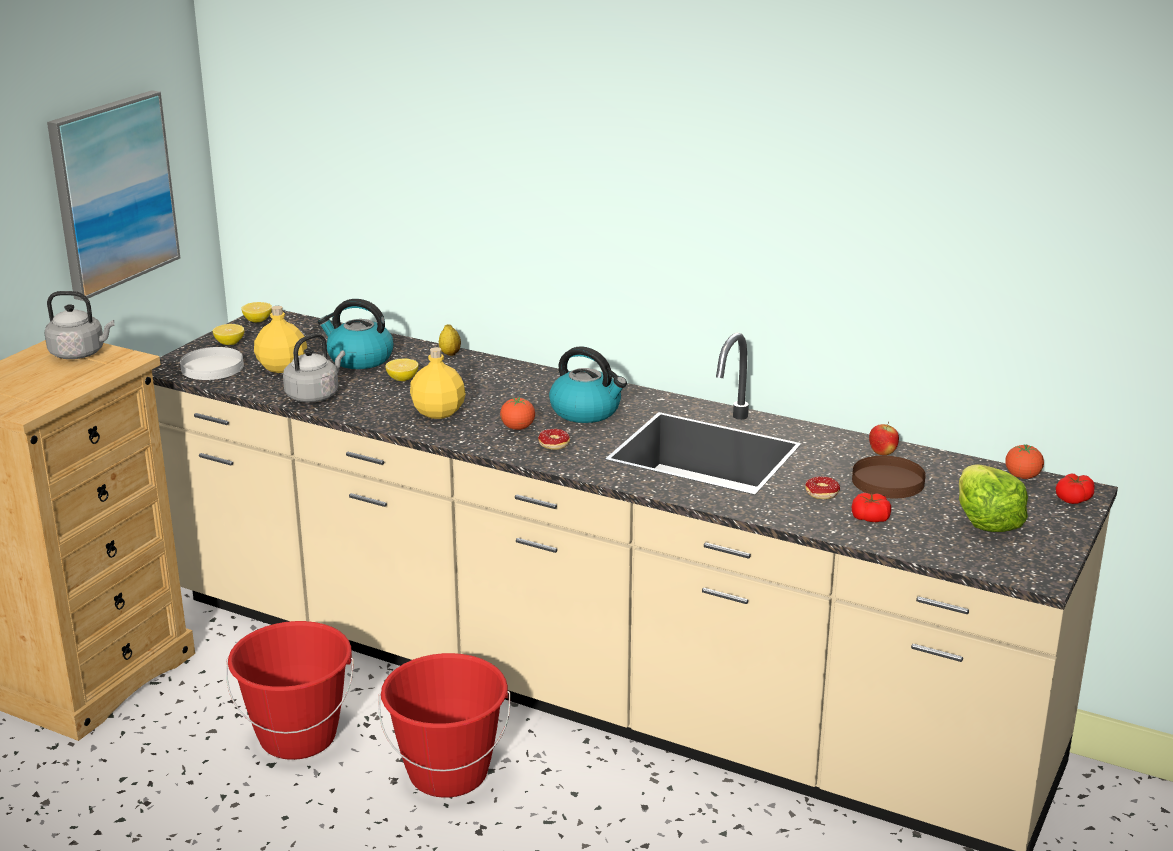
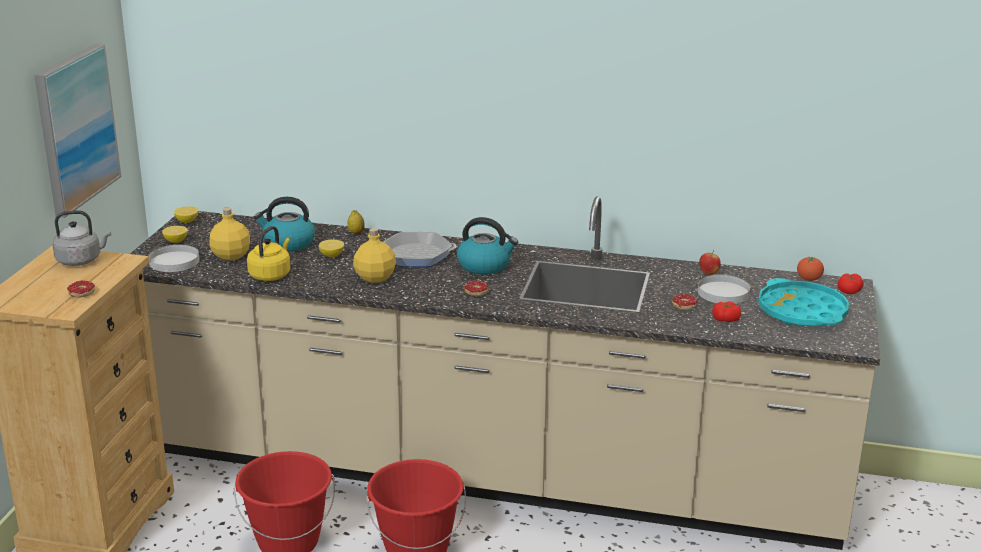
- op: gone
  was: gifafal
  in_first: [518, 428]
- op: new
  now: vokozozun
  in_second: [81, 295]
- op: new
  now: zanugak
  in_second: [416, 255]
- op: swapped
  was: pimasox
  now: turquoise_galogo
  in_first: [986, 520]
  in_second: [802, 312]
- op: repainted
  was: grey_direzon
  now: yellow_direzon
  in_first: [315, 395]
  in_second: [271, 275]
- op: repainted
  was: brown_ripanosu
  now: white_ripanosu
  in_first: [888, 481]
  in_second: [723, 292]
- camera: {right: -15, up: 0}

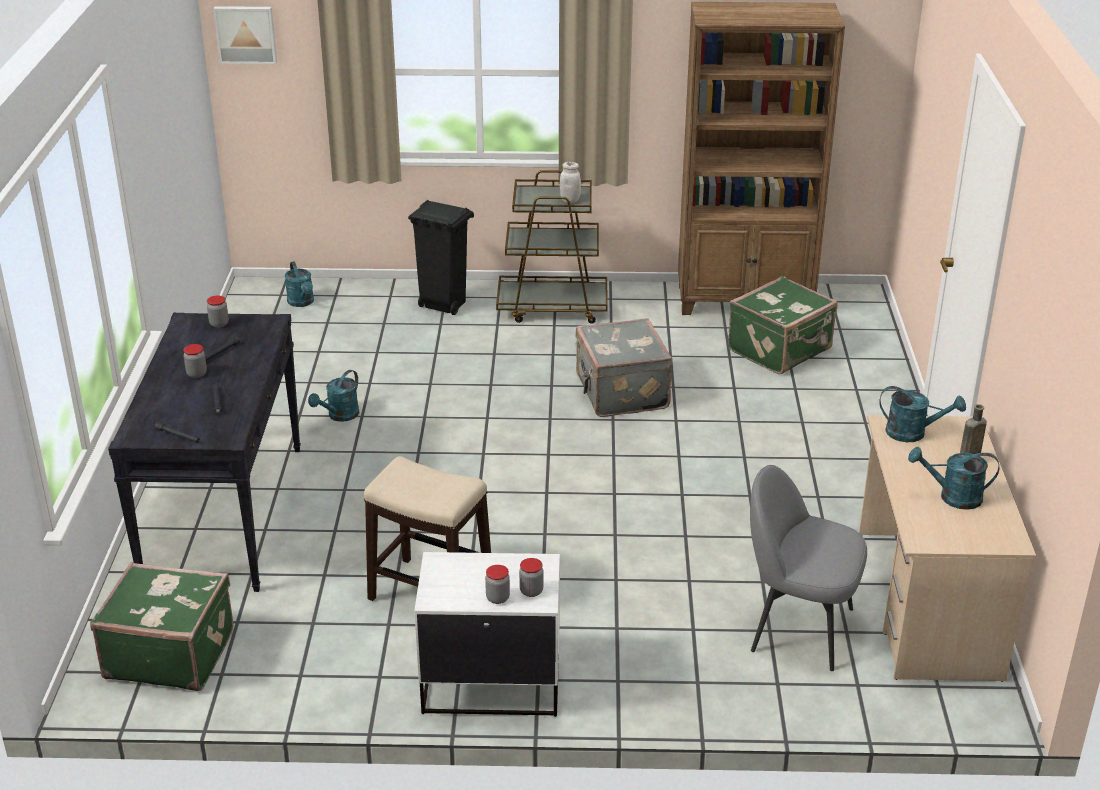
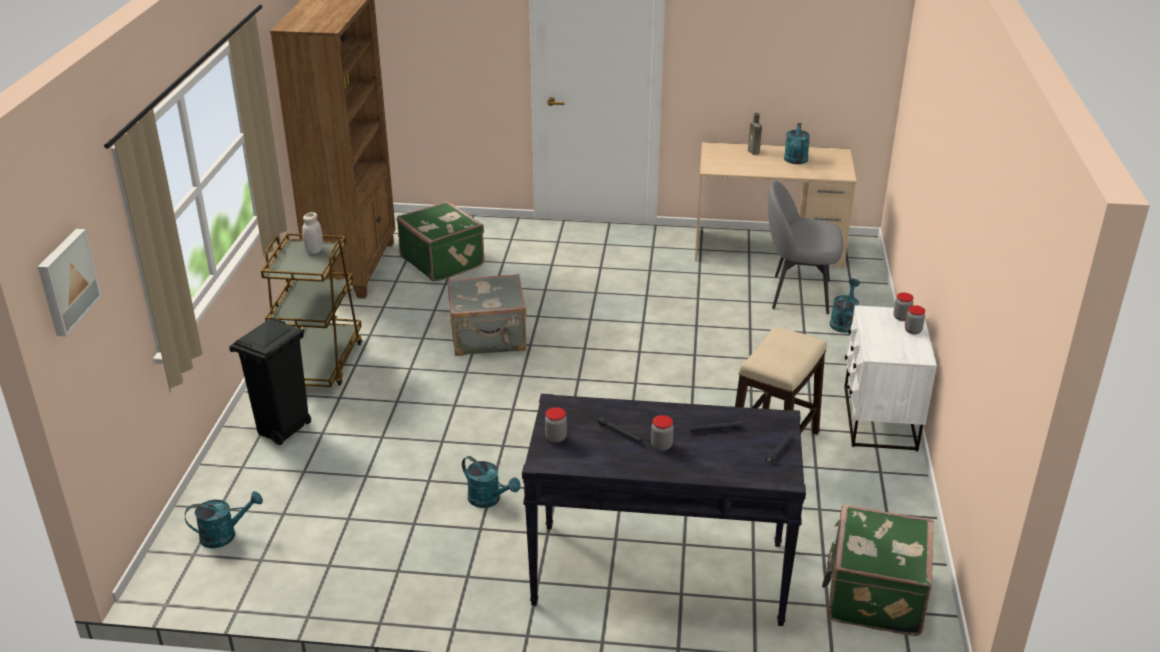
- op: shifted
  was: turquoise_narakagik
  in_first: [913, 433]
  in_second: [843, 322]
- op: rotated
  was: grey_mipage
  in_first: [798, 628]
  in_second: [798, 294]
  clockwise: 75
- camera: {right: -85, up: 0}

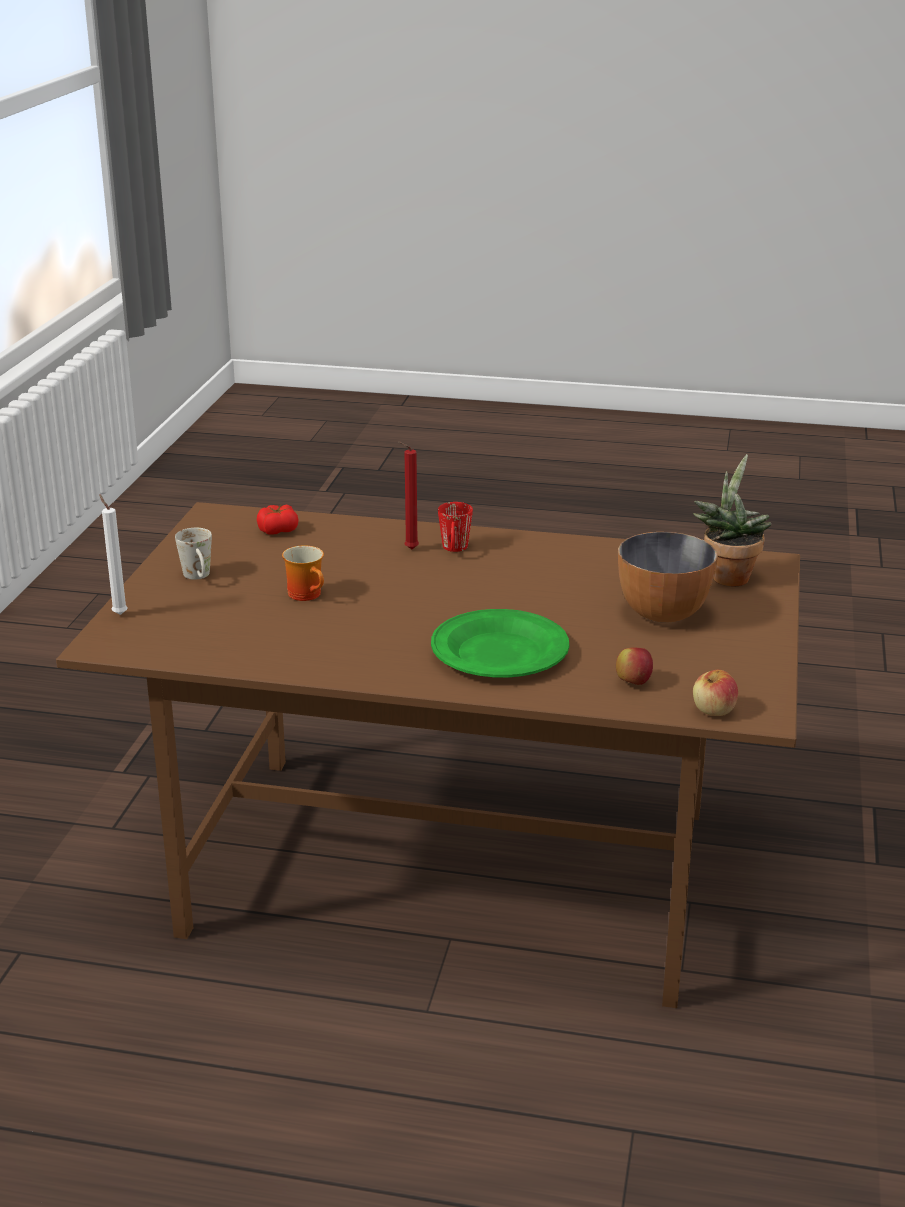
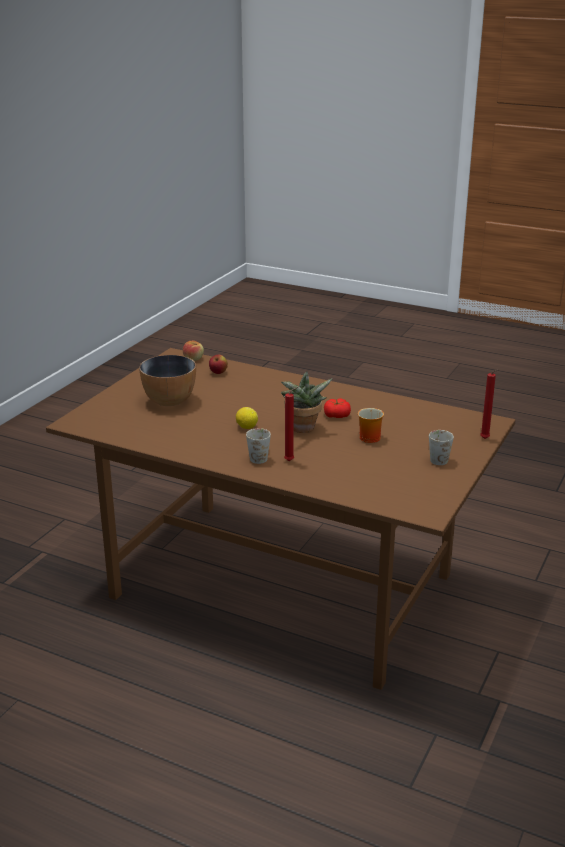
- op: gone
  was: green_ripanosu
  in_first: [499, 651]
- op: new
  now: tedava
  in_second: [246, 427]
- op: shifted
  was: gifafal
  in_first: [278, 530]
  in_second: [337, 415]
- op: shifted
  was: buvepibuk
  in_first: [728, 576]
  in_second: [302, 430]
- op: repainted
  was: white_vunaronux
  now: red_vunaronux
  in_first: [118, 614]
  in_second: [485, 439]
- op: repainted
  was: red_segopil
  now: white_segopil
  in_first: [455, 550]
  in_second: [260, 456]
- camera: {right: -165, up: 0}

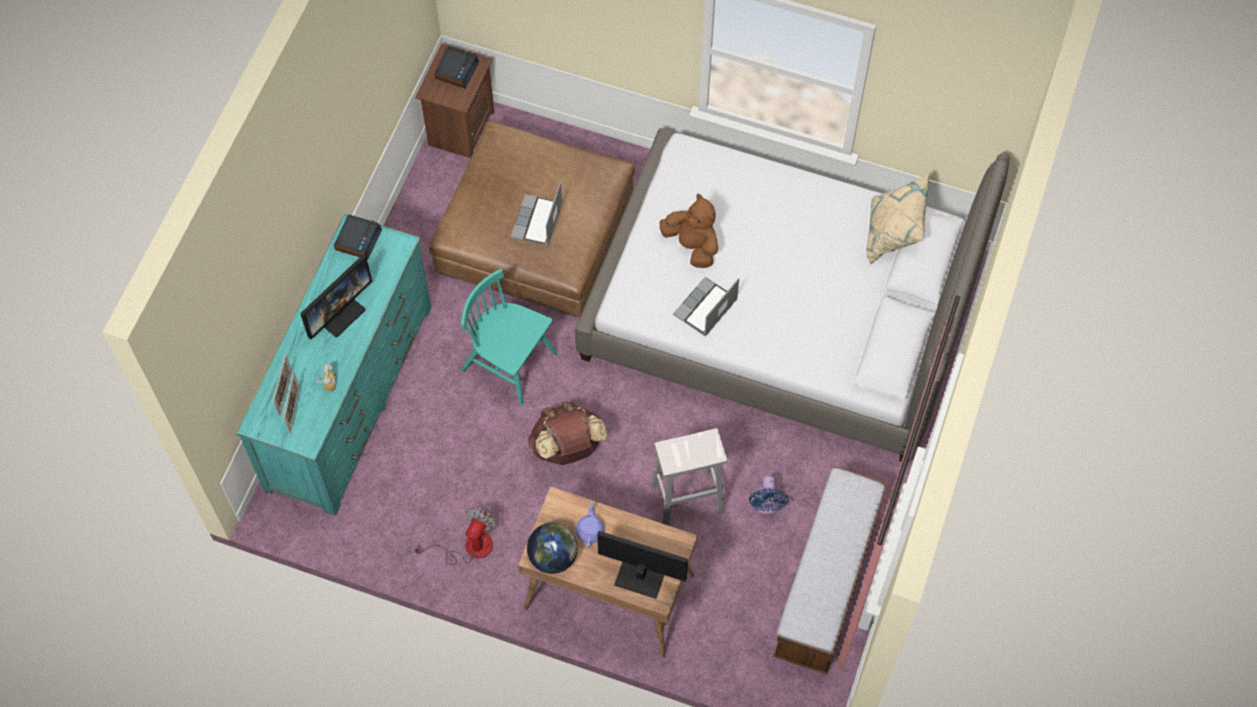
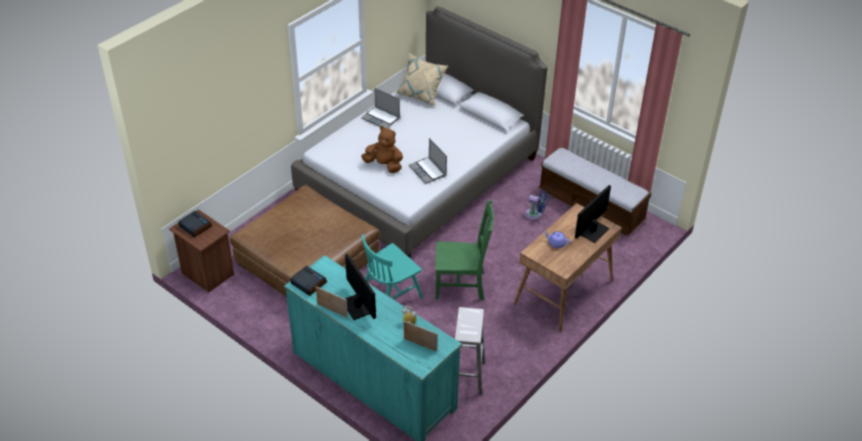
- op: gone
  was: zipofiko
  in_first: [468, 547]
- op: gone
  was: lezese
  in_first: [553, 557]
- op: shifted
  was: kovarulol
  in_first: [285, 393]
  in_second: [332, 310]
- op: shifted
  was: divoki
  in_first: [537, 222]
  in_second: [381, 118]
- op: shifted
  was: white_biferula
  in_first: [688, 497]
  in_second: [466, 375]
- op: swapped
  was: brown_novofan
  now: green_mipage
  in_first: [567, 447]
  in_second: [462, 285]
- op: rotated
  was: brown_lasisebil
  in_first: [692, 245]
  in_second: [384, 165]
  clockwise: 45
- camera: {right: -70, up: -20}

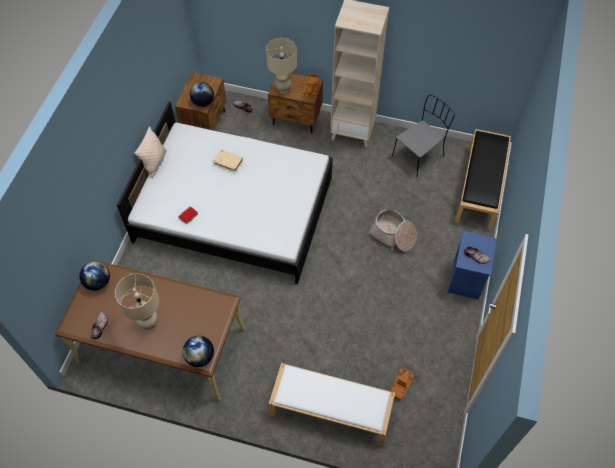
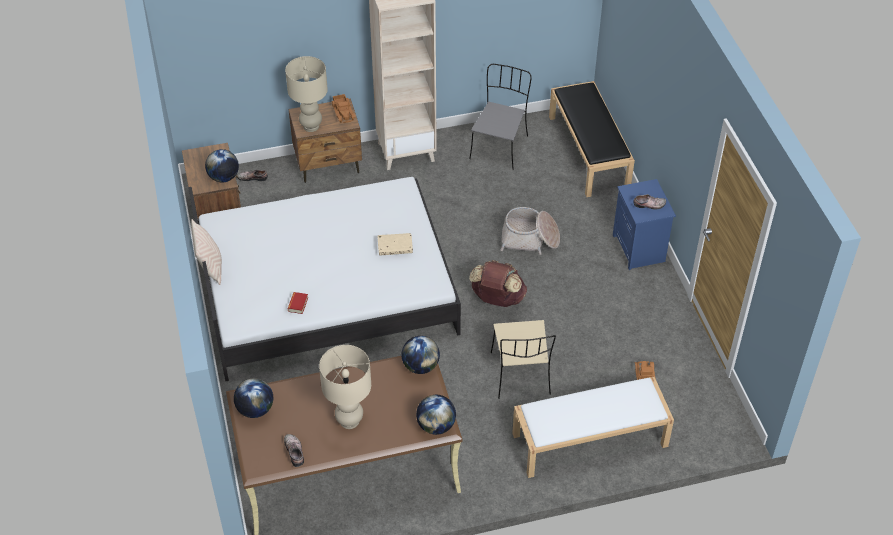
- op: new
  now: lezese
  in_second: [420, 366]
- op: new
  now: brown_novofan
  in_second: [497, 299]
- op: new
  now: beige_mipage
  in_second: [521, 375]
- op: shifted
  was: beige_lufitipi
  in_first: [228, 162]
  in_second: [395, 247]
- camera: {right: -30, up: -10}

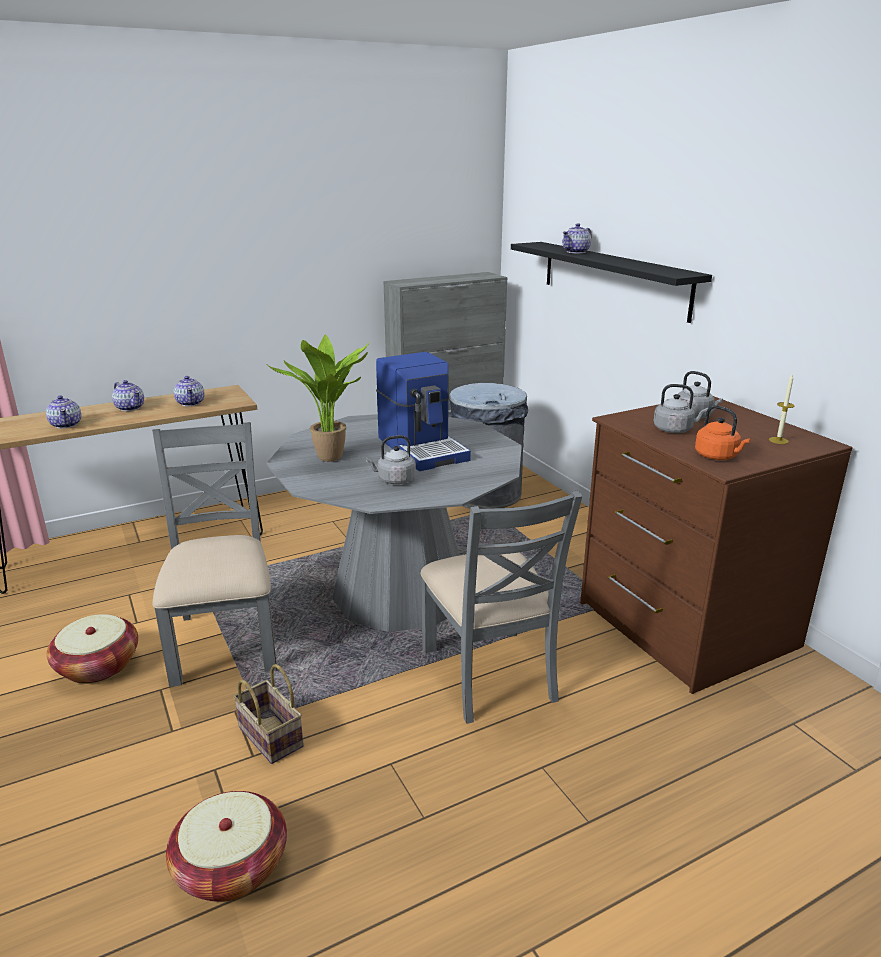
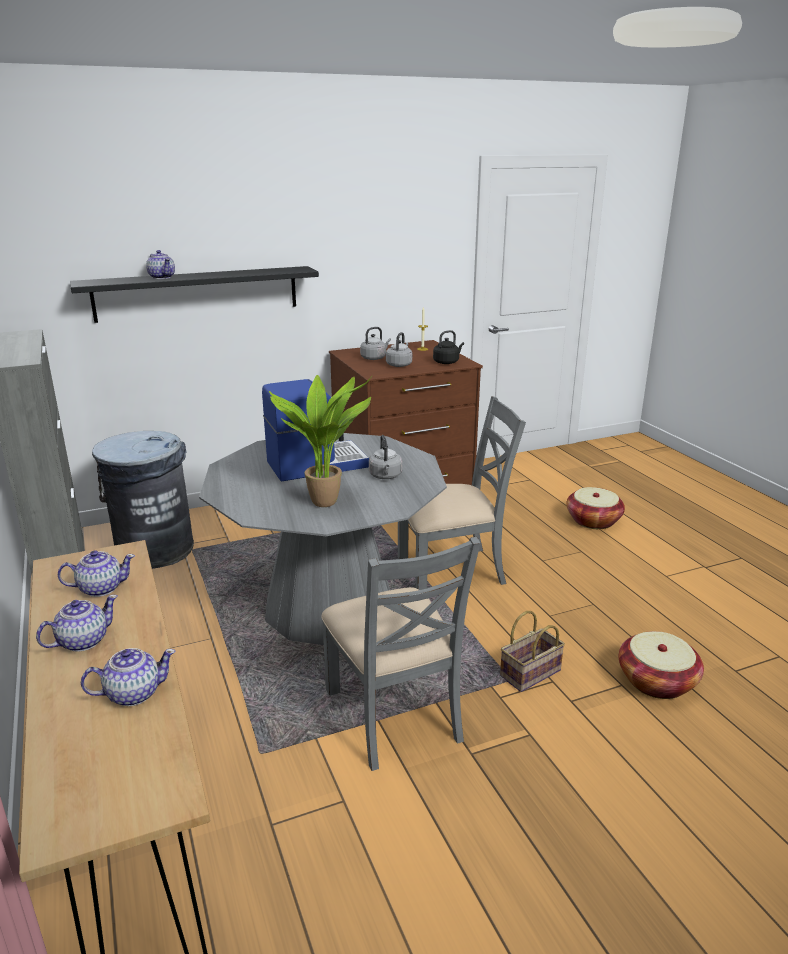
- op: shifted
  was: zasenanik
  in_first: [98, 666]
  in_second: [593, 521]
- op: repainted
  was: orange_direzon
  now: black_direzon
  in_first: [718, 456]
  in_second: [447, 362]
- op: rotated
  was: grey_mipage
  in_first: [226, 641]
  in_second: [394, 715]
  clockwise: -105
- camera: {right: -85, up: 0}

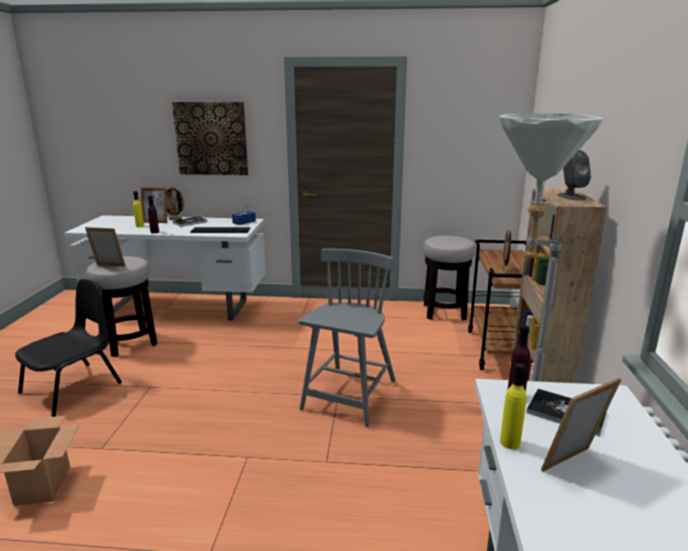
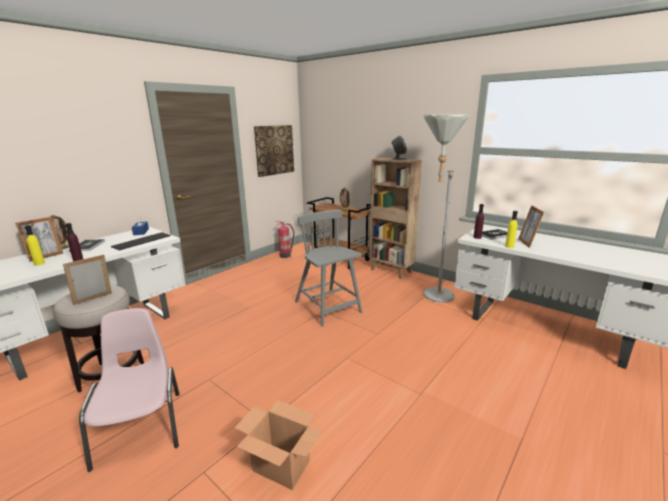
- op: shifted
  was: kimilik
  in_first: [211, 138]
  in_second: [274, 150]
- op: swapped
  was: biferula
  now: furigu
  in_first: [444, 312]
  in_second: [285, 255]
- op: repainted
  was: black_mipage
  now: pink_mipage
  in_first: [73, 388]
  in_second: [141, 426]
- camera: {right: -55, up: 0}

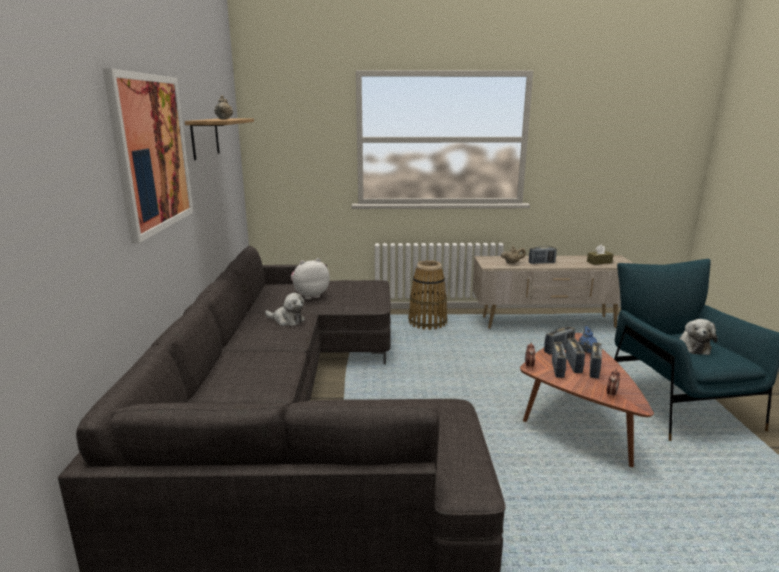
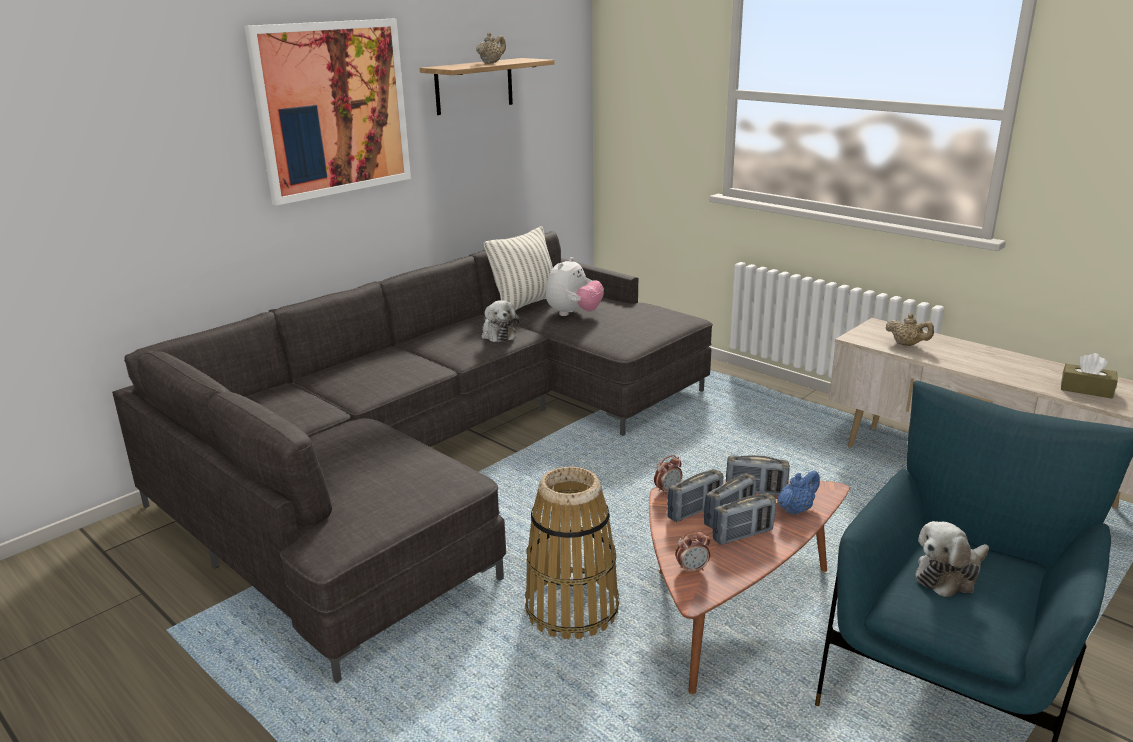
- op: gone
  was: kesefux
  in_first: [541, 263]
- op: new
  now: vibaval
  in_second: [525, 304]
- op: shifted
  was: zasenanik
  in_first: [427, 322]
  in_second: [572, 609]
- op: rotated
  was: lasisebil
  in_first: [310, 296]
  in_second: [573, 314]
  clockwise: 105
- camera: {right: 45, up: 5}

